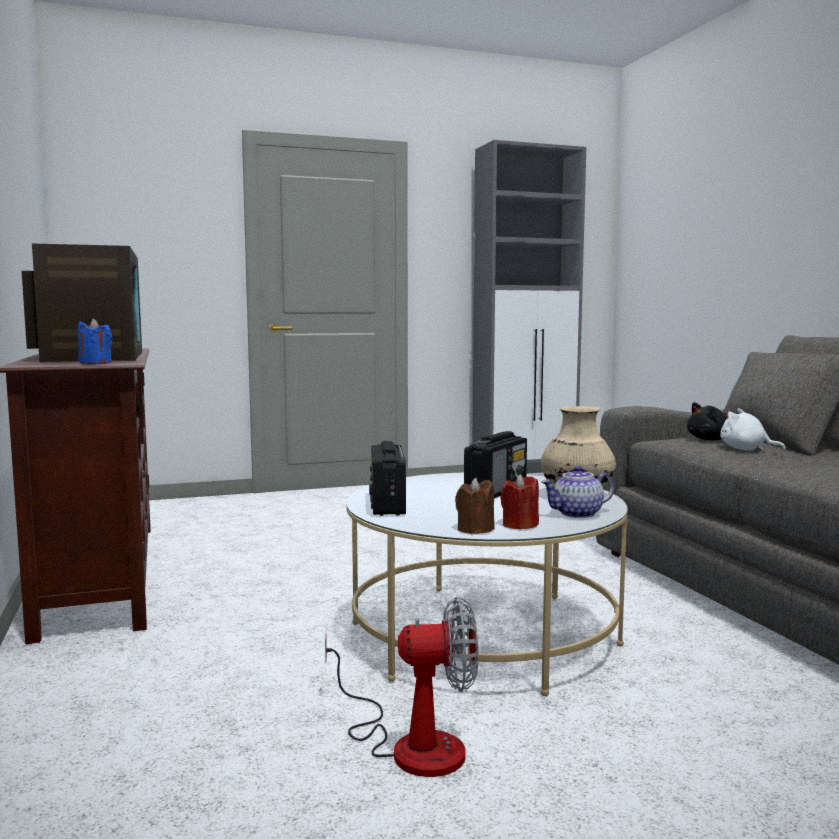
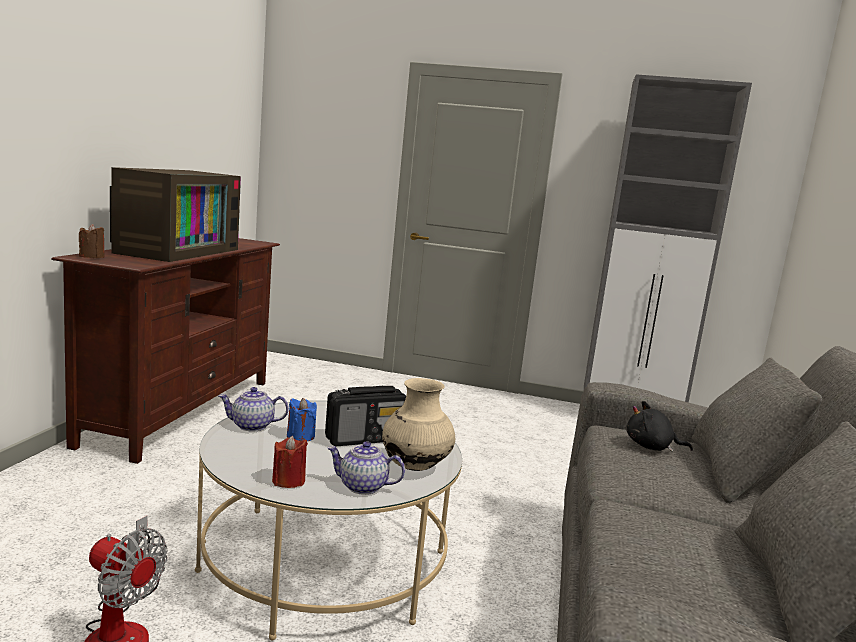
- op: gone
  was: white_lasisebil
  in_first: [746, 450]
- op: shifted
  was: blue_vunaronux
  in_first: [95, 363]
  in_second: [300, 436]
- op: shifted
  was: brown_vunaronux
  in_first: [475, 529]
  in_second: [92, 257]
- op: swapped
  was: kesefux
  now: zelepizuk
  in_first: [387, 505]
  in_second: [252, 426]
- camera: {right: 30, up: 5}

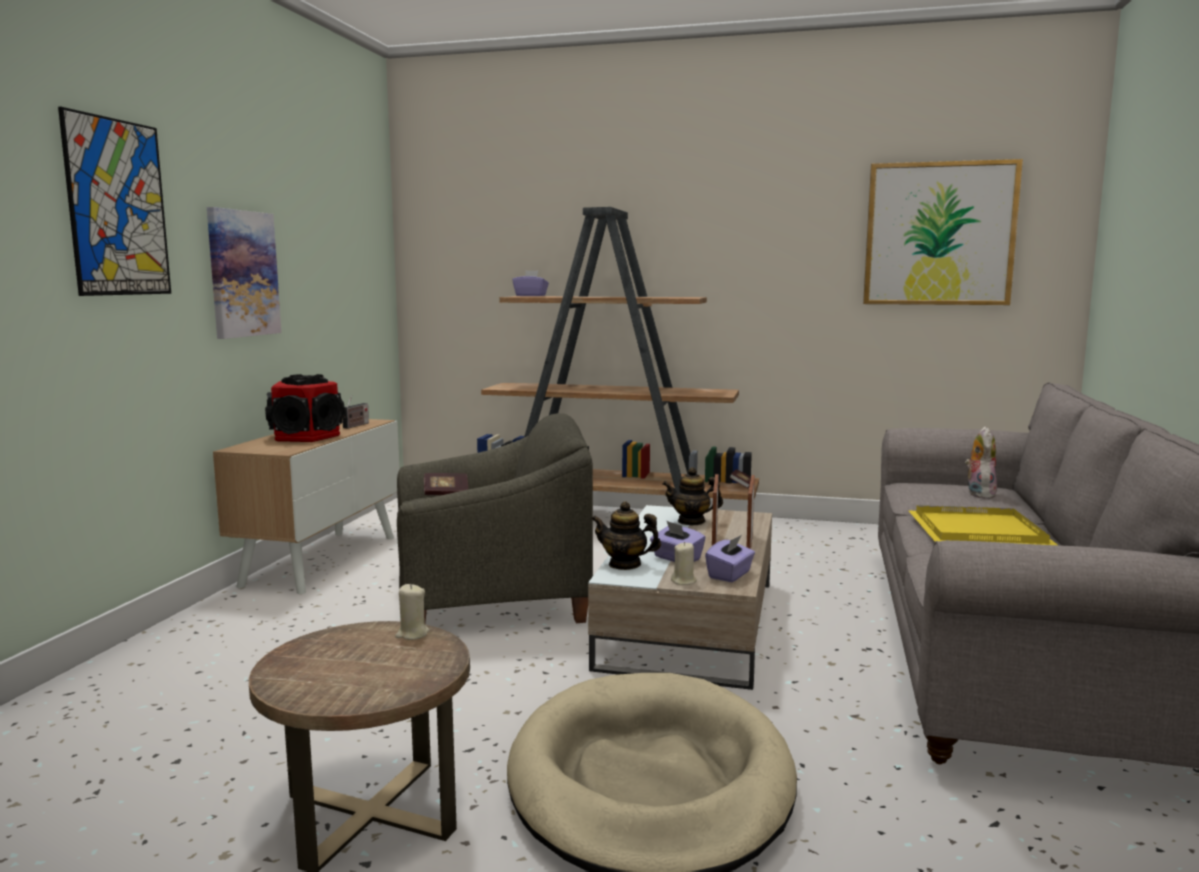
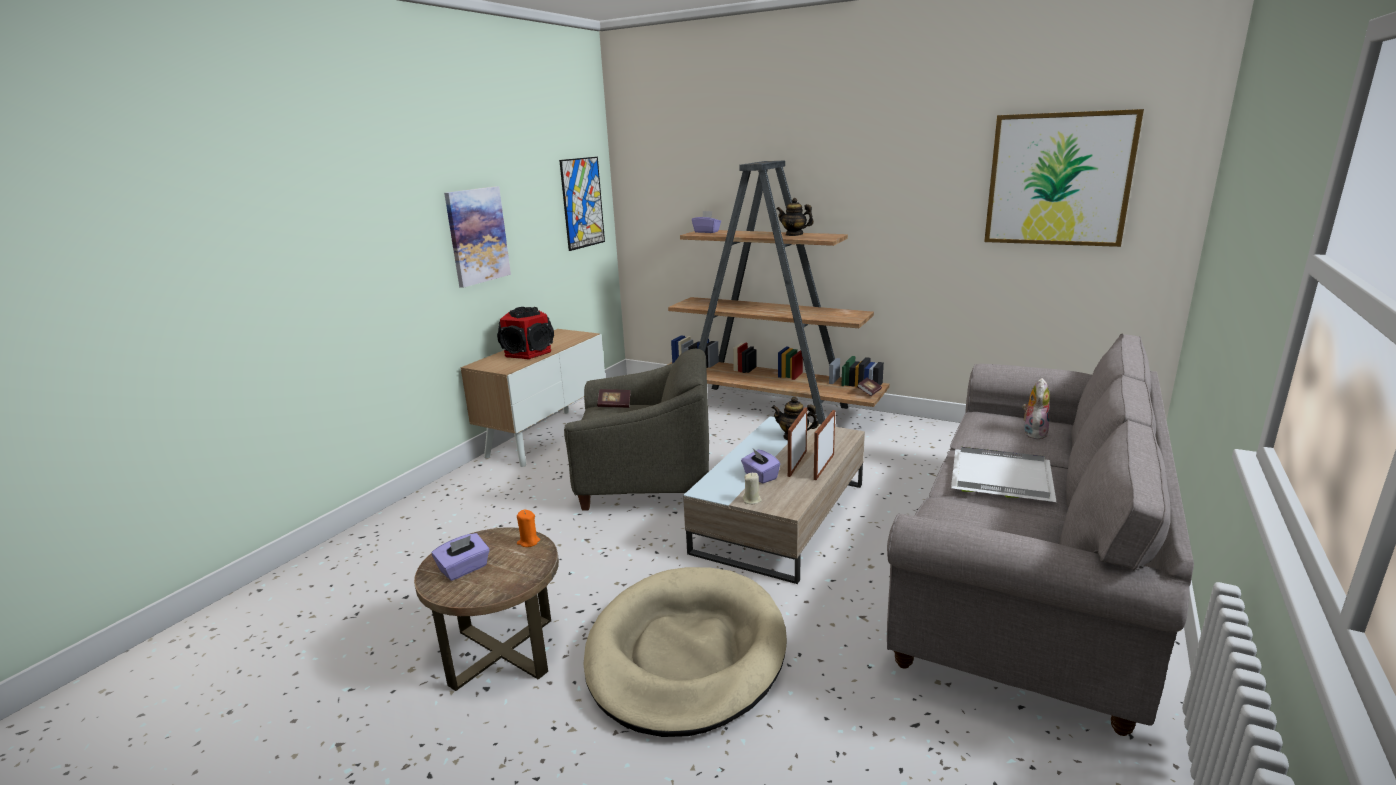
- op: gone
  was: kesefux
  in_first: [355, 426]
- op: shifted
  was: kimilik
  in_first: [118, 208]
  in_second: [582, 203]
- op: shifted
  was: zelepizuk
  in_first: [625, 564]
  in_second: [794, 234]
- op: shifted
  was: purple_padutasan
  in_first: [730, 575]
  in_second: [464, 569]
- op: repainted
  was: beige_vunaronux
  now: orange_vunaronux
  in_first: [412, 634]
  in_second: [528, 542]
- op: repainted
  was: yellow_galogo
  now: white_galogo
  in_first: [976, 533]
  in_second: [999, 478]
- camera: {right: 15, up: 10}

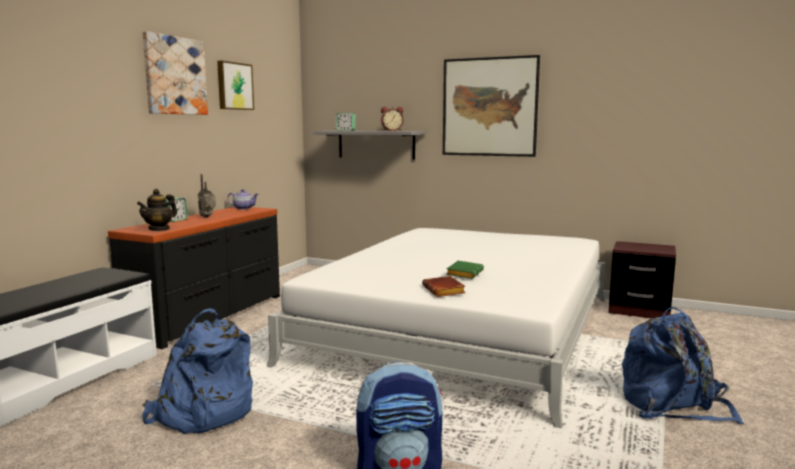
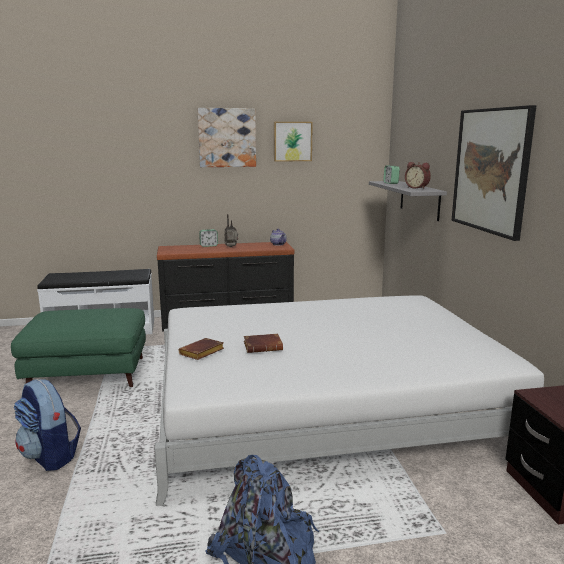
- op: gone
  was: zelepizuk
  in_first: [159, 229]
- op: swapped
  was: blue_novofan
  now: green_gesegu
  in_first: [202, 413]
  in_second: [88, 374]
- op: repainted
  was: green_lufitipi
  now: brown_lufitipi
  in_first: [464, 273]
  in_second: [264, 346]
- camera: {right: 55, up: 5}

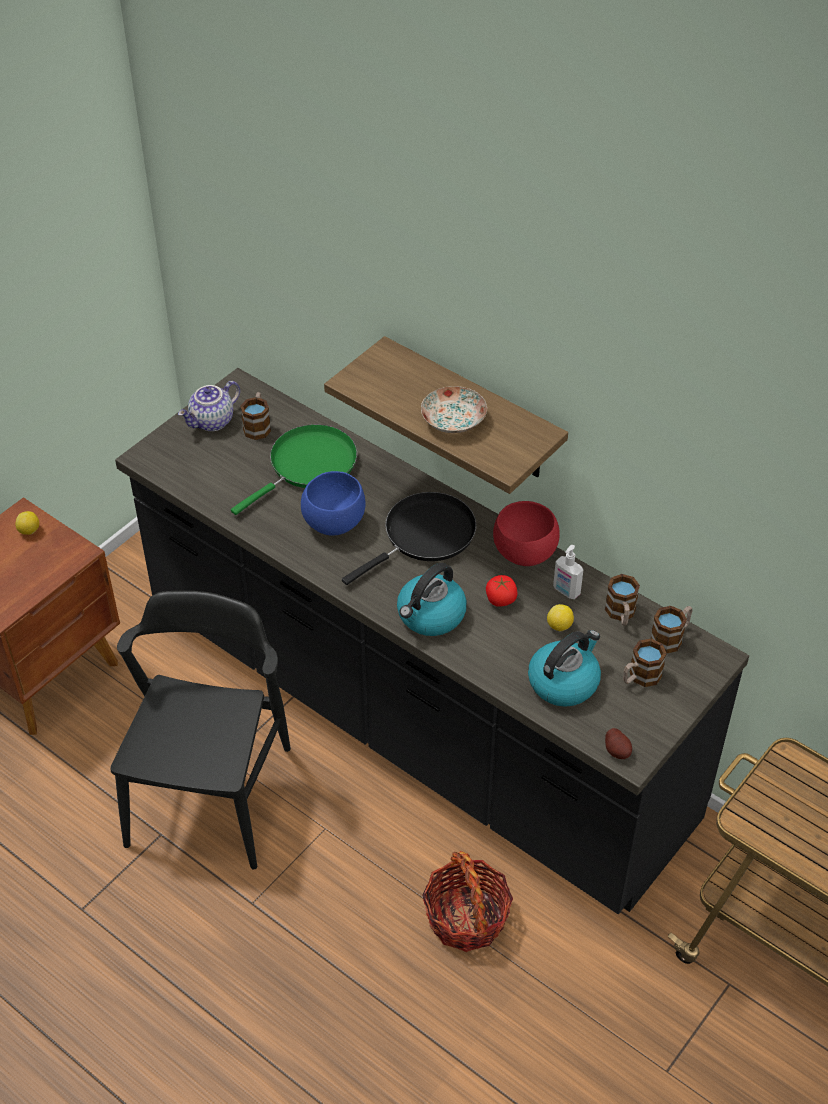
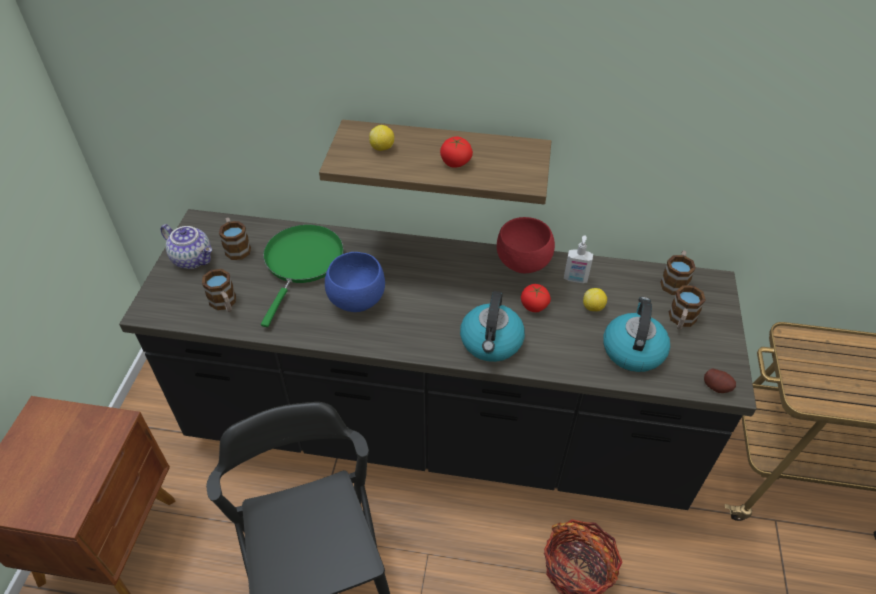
- op: gone
  was: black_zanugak
  in_first: [424, 536]
- op: shifted
  was: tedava
  in_first: [29, 531]
  in_second: [382, 148]
- op: shifted
  was: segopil
  in_first: [621, 614]
  in_second: [225, 304]
- op: swapped
  was: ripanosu
  now: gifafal
  in_first: [453, 421]
  in_second: [455, 163]
- op: rotated
  was: zelepizuk
  in_first: [212, 422]
  in_second: [193, 259]
  clockwise: -75
- camera: {right: -30, up: 0}

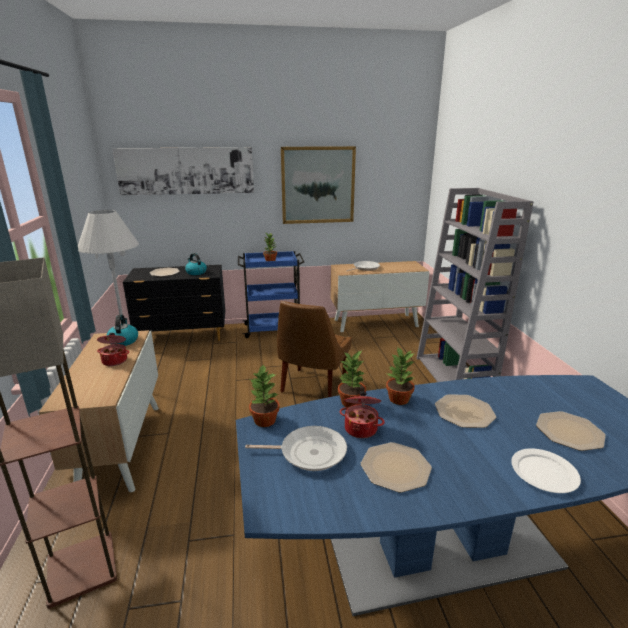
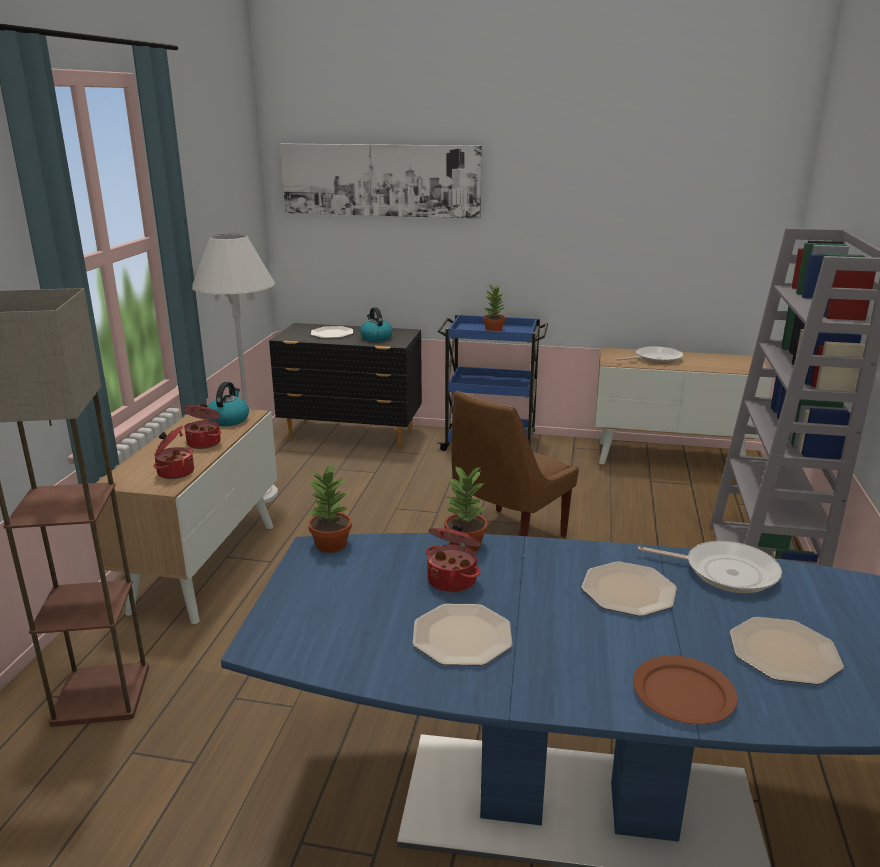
- op: gone
  was: kimilik
  in_first: [318, 185]
- op: gone
  was: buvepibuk
  in_first: [399, 399]
- op: new
  now: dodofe
  in_second: [175, 472]
- op: shifted
  was: zanugak
  in_first: [309, 452]
  in_second: [725, 572]
- op: repainted
  was: white_ripanosu
  now: brown_ripanosu
  in_first: [544, 472]
  in_second: [684, 693]
- camera: {right: 20, up: 0}

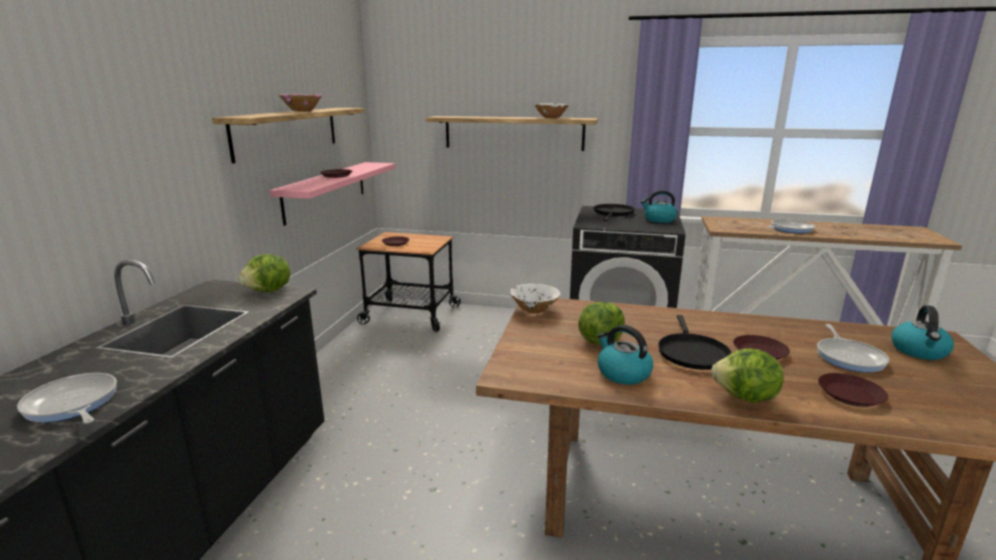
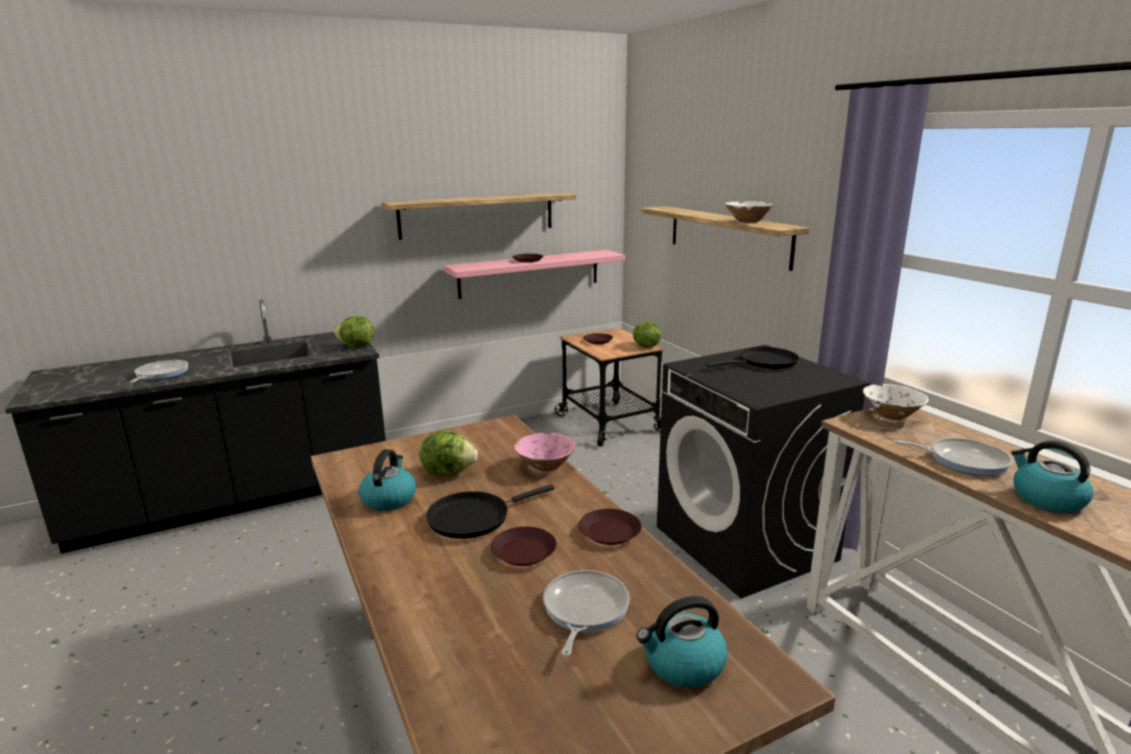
- op: shifted
  was: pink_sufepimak
  in_first: [302, 111]
  in_second: [545, 466]
- op: shifted
  was: white_sufepimak
  in_first: [534, 310]
  in_second: [891, 416]
- op: shifted
  was: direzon
  in_first: [659, 220]
  in_second: [1046, 499]
- op: shifted
  was: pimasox
  in_first: [745, 398]
  in_second: [645, 346]
- op: shifted
  was: brown_ripanosu
  in_first: [850, 395]
  in_second: [609, 532]
- op: rotated
  was: zanugak
  in_first: [849, 357]
  in_second: [584, 610]
  clockwise: 135
- camera: {right: 50, up: 0}

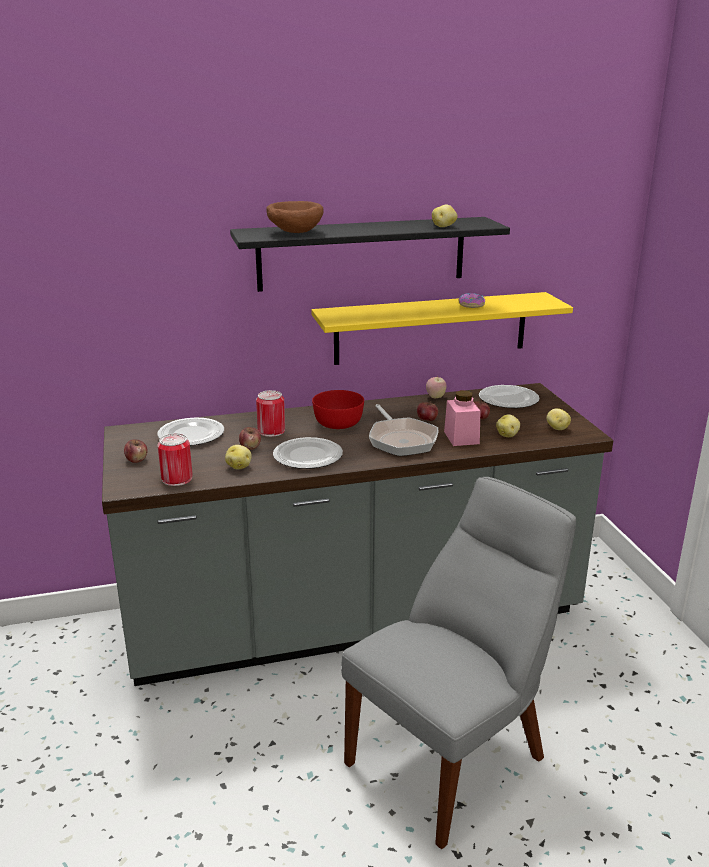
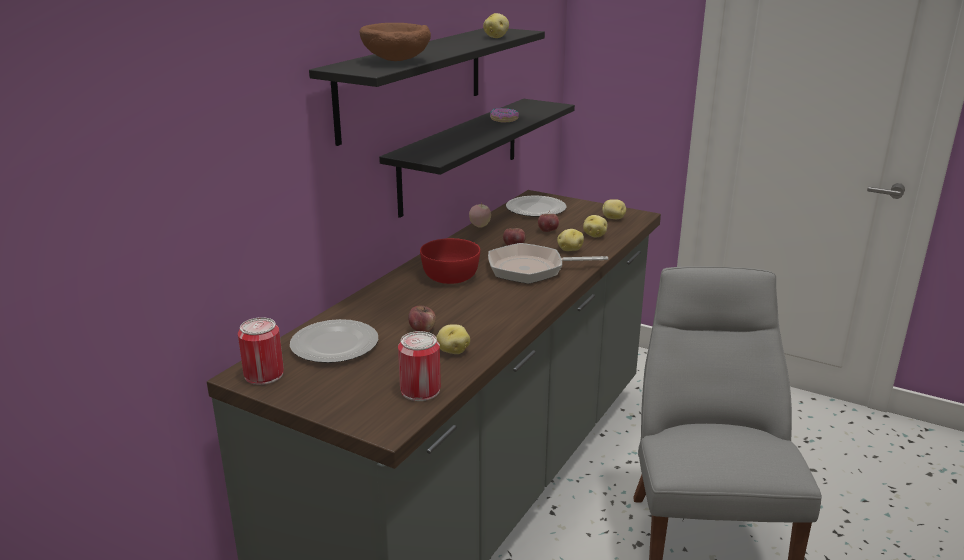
- op: gone
  was: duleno
  in_first: [137, 460]
- op: gone
  was: ripanosu
  in_first: [308, 456]
- op: shifted
  was: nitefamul
  in_first: [271, 431]
  in_second: [264, 374]
- op: swapped
  was: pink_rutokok
  now: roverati
  in_first: [461, 437]
  in_second: [569, 250]
- op: repainted
  was: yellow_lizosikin
  now: black_lizosikin
  in_first: [431, 328]
  in_second: [460, 154]
- op: rotated
  was: zanugak
  in_first: [401, 440]
  in_second: [531, 269]
  clockwise: 150
- camera: {right: -45, up: 0}

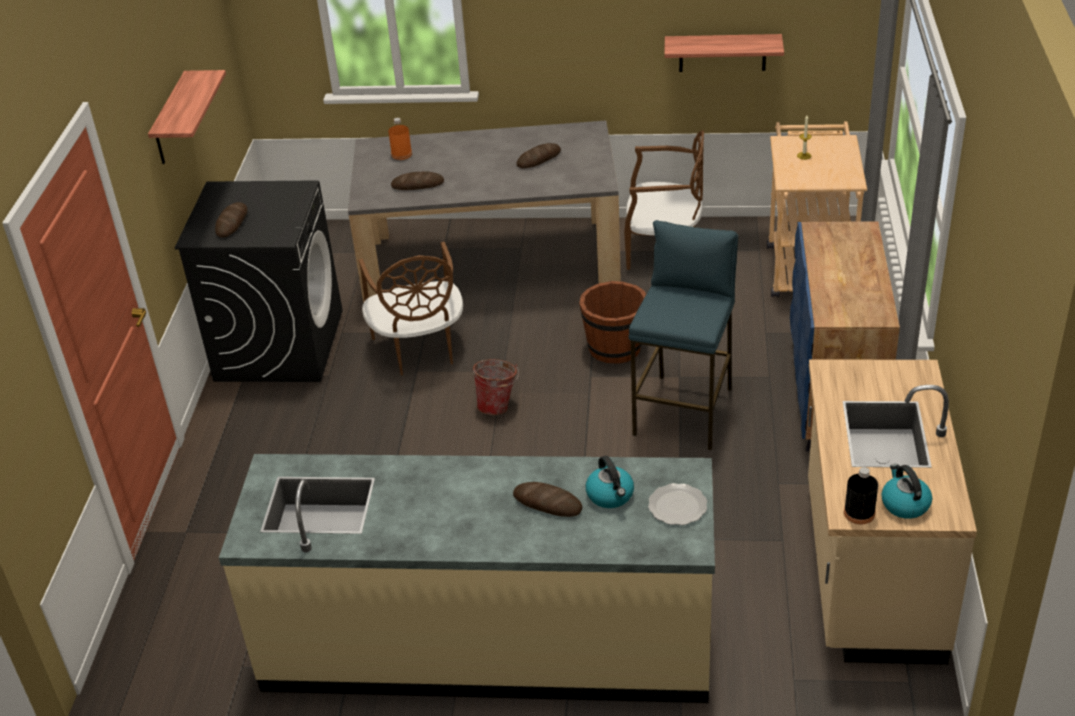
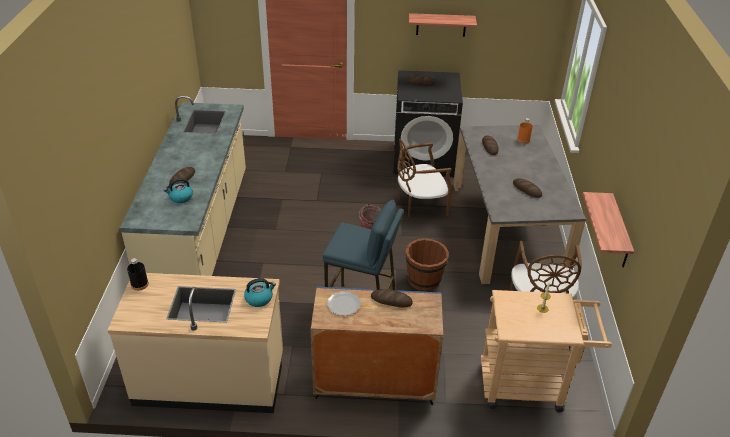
- op: new
  now: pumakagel
  in_second: [391, 300]
- op: shifted
  was: ripanosu
  in_first: [677, 507]
  in_second: [343, 304]
- op: shifted
  was: direzon
  in_first: [904, 504]
  in_second: [259, 298]
- camera: {right: 85, up: 0}

